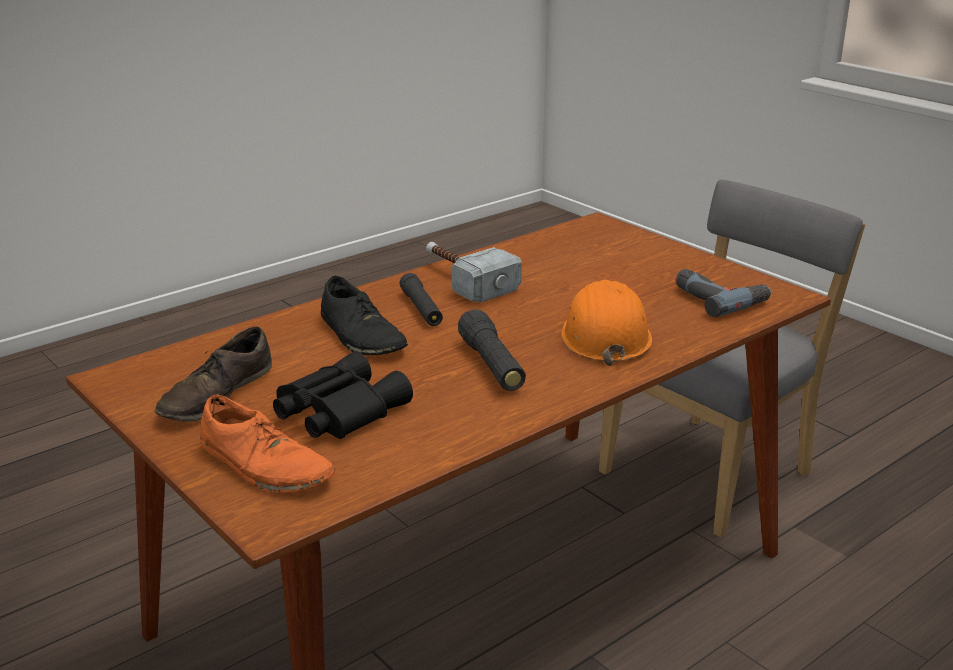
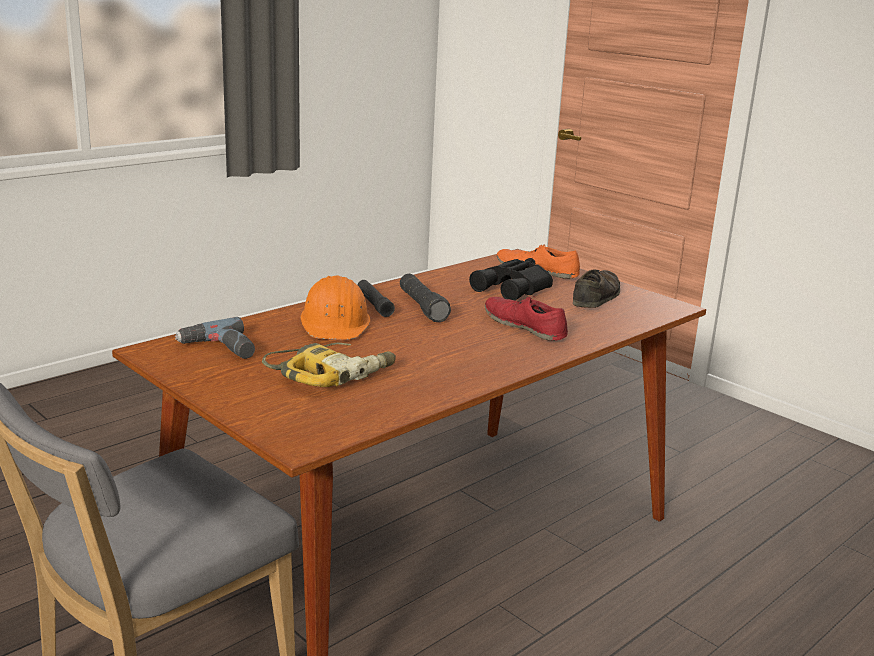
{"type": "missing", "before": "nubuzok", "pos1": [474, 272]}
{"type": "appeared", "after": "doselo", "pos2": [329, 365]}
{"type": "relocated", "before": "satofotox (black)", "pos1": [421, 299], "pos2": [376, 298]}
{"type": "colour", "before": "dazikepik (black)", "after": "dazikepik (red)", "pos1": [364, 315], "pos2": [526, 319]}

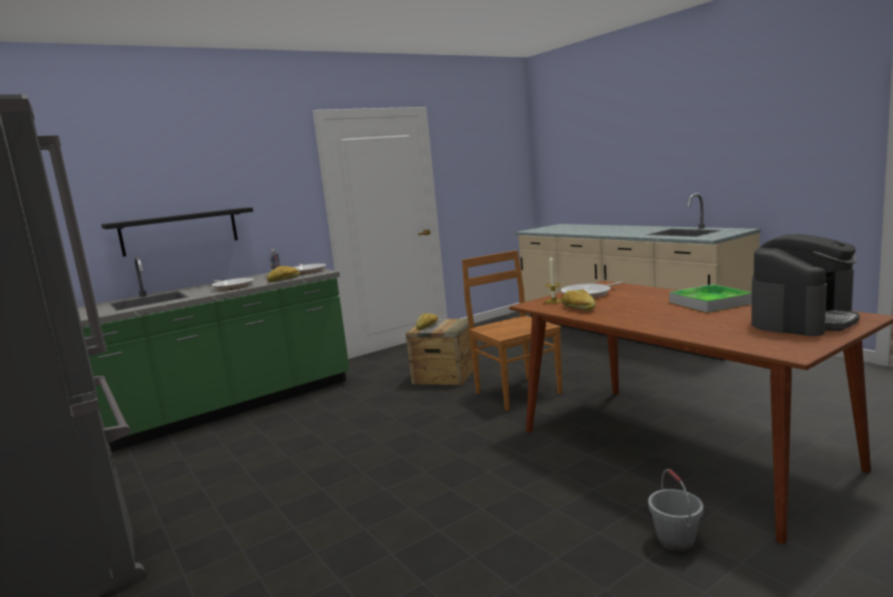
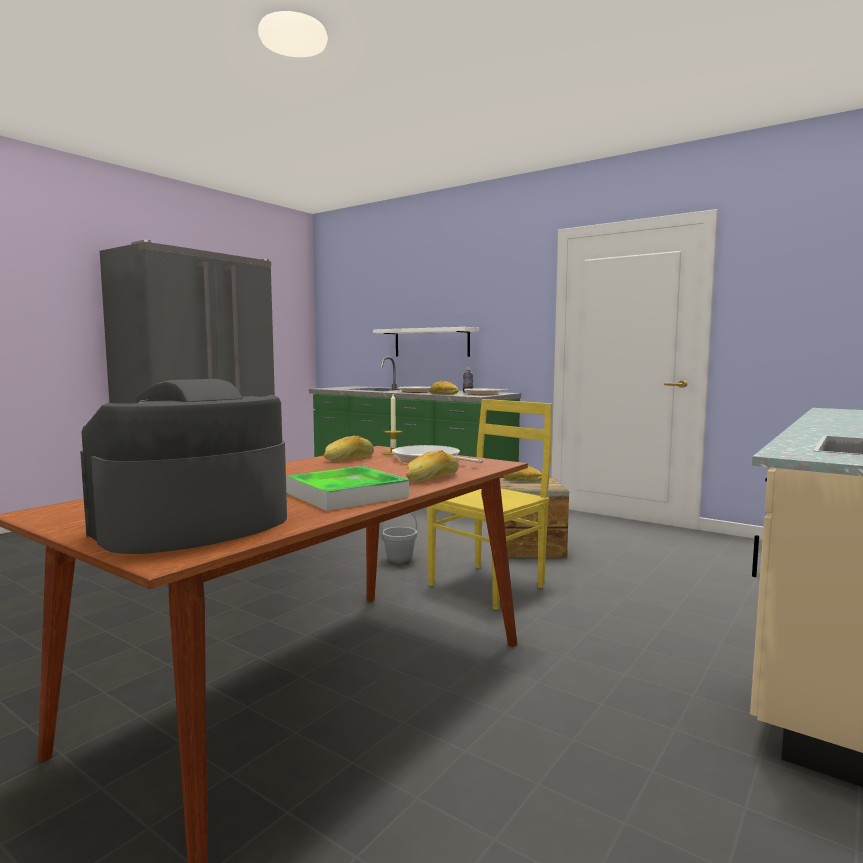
{"type": "appeared", "after": "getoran", "pos2": [432, 466]}
{"type": "relocated", "before": "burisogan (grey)", "pos1": [676, 510], "pos2": [399, 539]}
{"type": "colour", "before": "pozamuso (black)", "after": "pozamuso (white)", "pos1": [177, 232], "pos2": [426, 342]}
{"type": "colour", "before": "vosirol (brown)", "after": "vosirol (yellow)", "pos1": [512, 330], "pos2": [489, 504]}
{"type": "spun", "before": "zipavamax", "pos1": [805, 285], "pos2": [183, 466], "turn": 105}

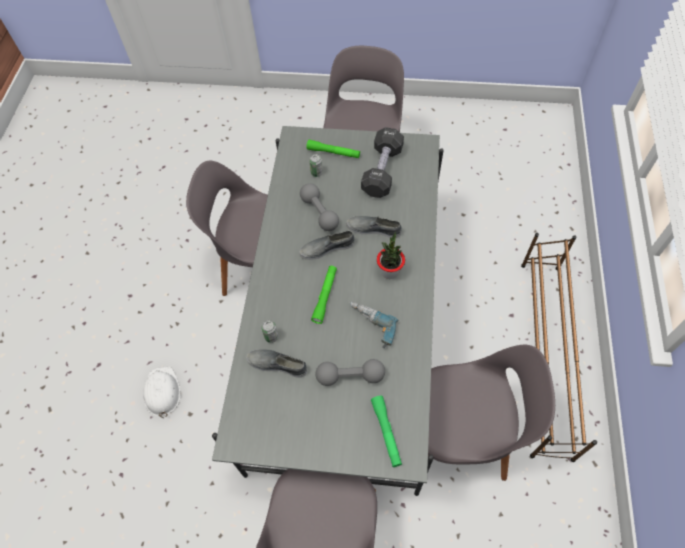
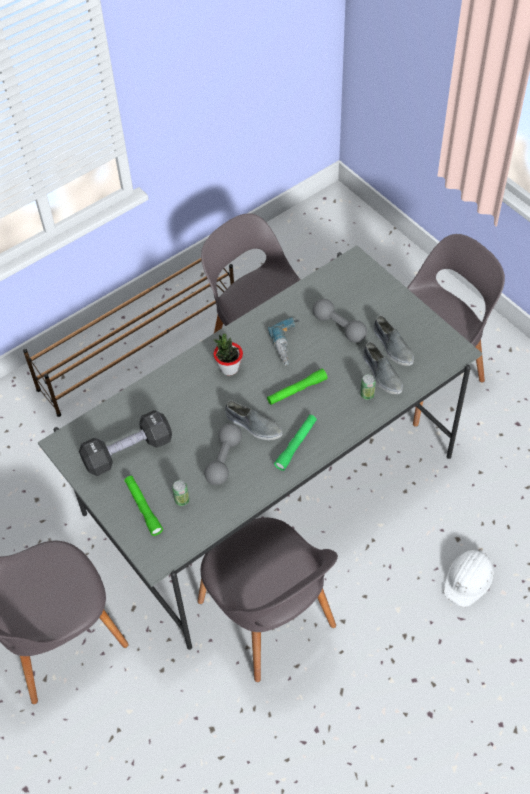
{"type": "relocated", "before": "dazikepik (grey)", "pos1": [374, 227], "pos2": [394, 340]}
{"type": "relocated", "before": "satofotox (green)", "pos1": [386, 431], "pos2": [295, 443]}

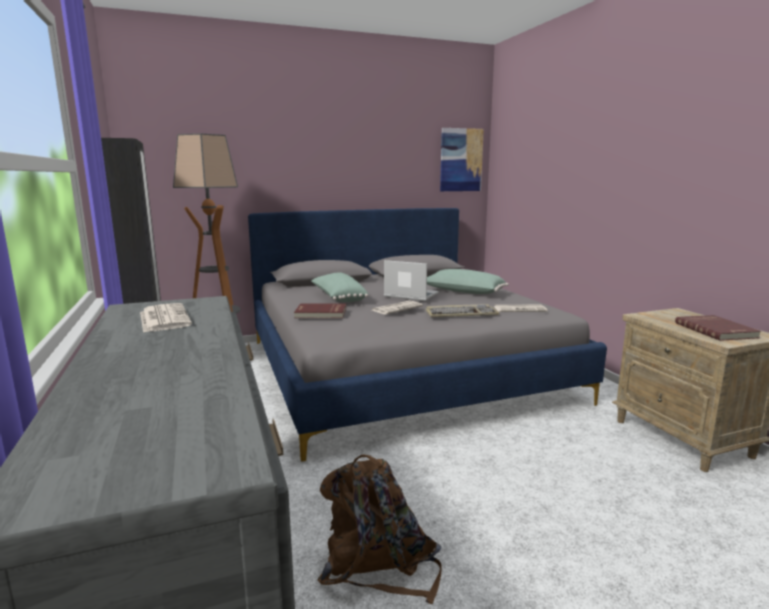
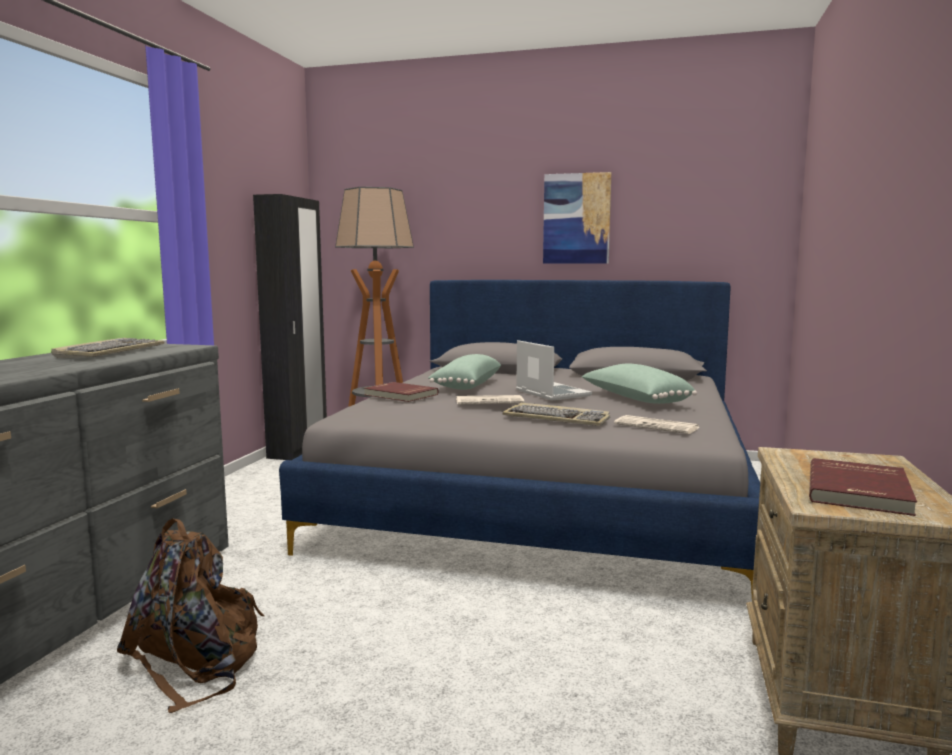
{"type": "relocated", "before": "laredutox", "pos1": [462, 159], "pos2": [577, 218]}
{"type": "exchanged", "before": "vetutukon", "after": "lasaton", "pos1": [166, 318], "pos2": [107, 348]}

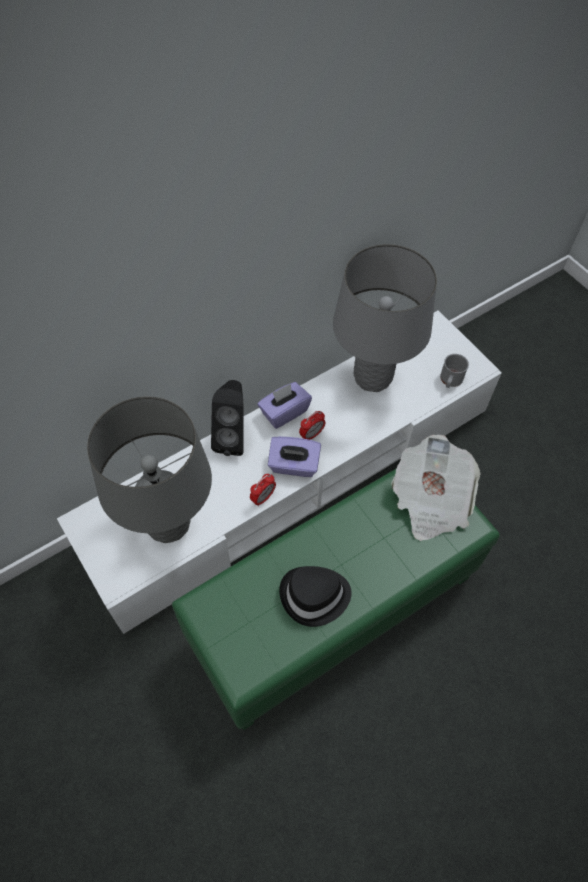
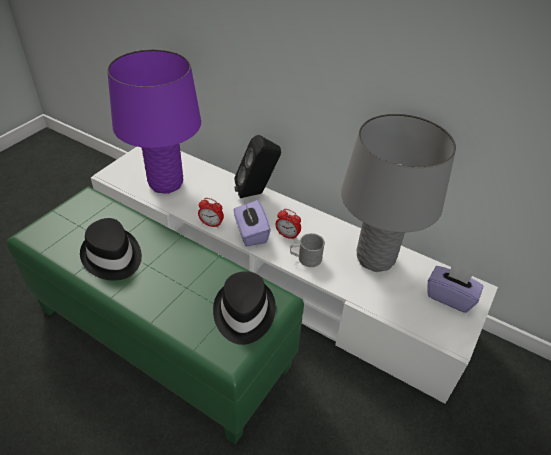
{"type": "relocated", "before": "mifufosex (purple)", "pos1": [285, 405], "pos2": [455, 288]}
{"type": "relocated", "before": "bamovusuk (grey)", "pos1": [454, 371], "pos2": [307, 250]}
{"type": "exchanged", "before": "vetutukon", "after": "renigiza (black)", "pos1": [436, 488], "pos2": [244, 308]}
{"type": "colour", "before": "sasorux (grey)", "after": "sasorux (purple)", "pos1": [149, 470], "pos2": [154, 121]}

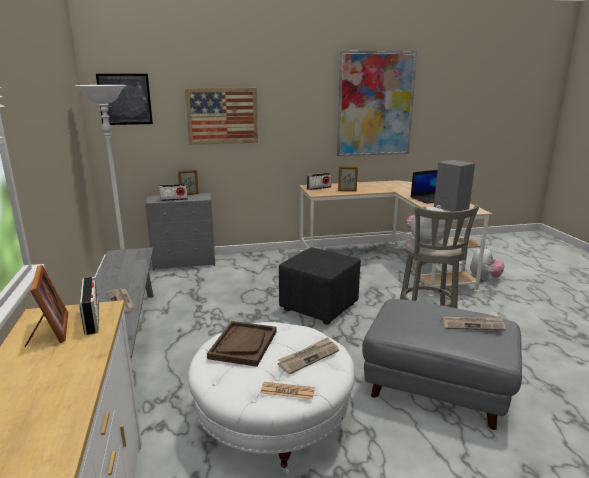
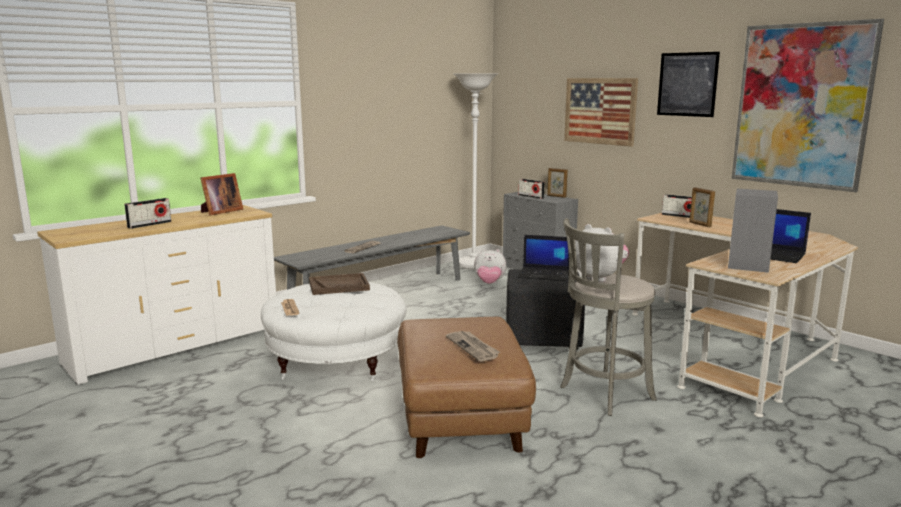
{"type": "missing", "before": "vetutukon", "pos1": [308, 355]}
{"type": "appeared", "after": "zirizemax", "pos2": [543, 258]}
{"type": "relocated", "before": "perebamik", "pos1": [89, 306], "pos2": [147, 213]}
{"type": "relocated", "before": "laredutox", "pos1": [124, 99], "pos2": [688, 84]}
{"type": "relocated", "before": "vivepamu", "pos1": [487, 262], "pos2": [490, 266]}
{"type": "colour", "before": "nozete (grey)", "after": "nozete (brown)", "pos1": [442, 364], "pos2": [466, 387]}

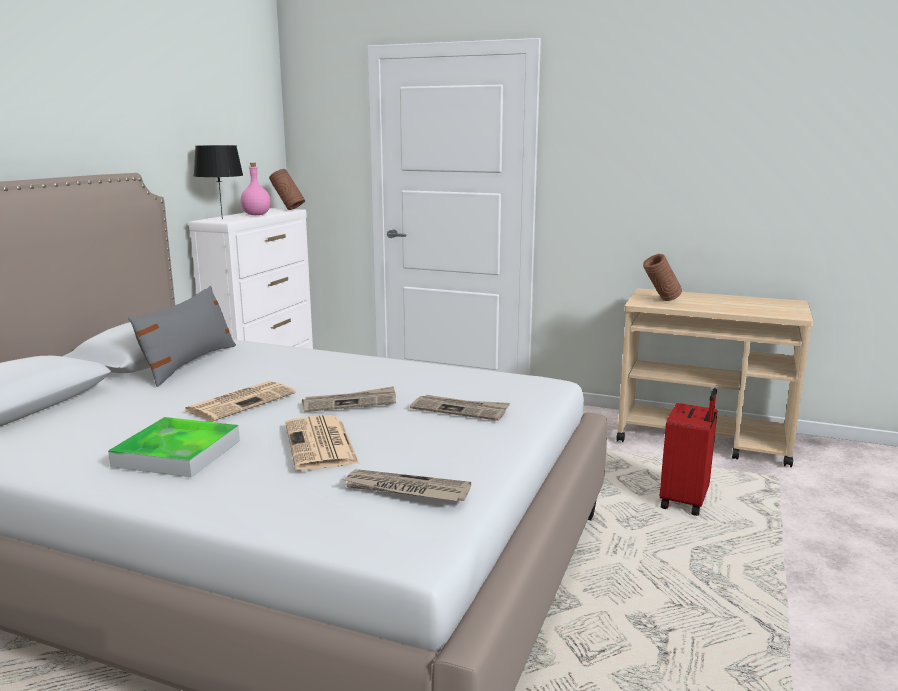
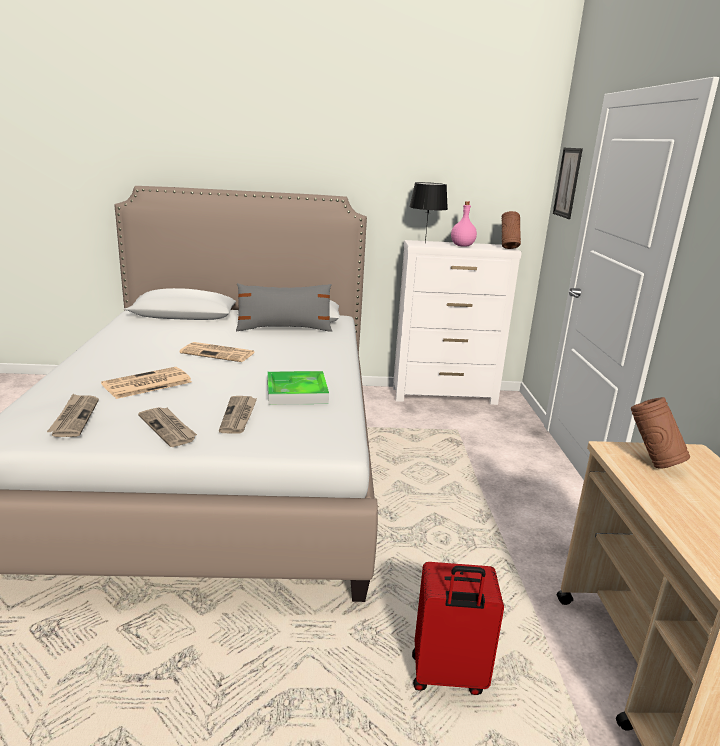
{"type": "appeared", "after": "laredutox", "pos2": [568, 183]}
{"type": "relocated", "before": "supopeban", "pos1": [174, 447], "pos2": [298, 388]}
{"type": "relocated", "before": "vetutukon", "pos1": [349, 399], "pos2": [167, 427]}

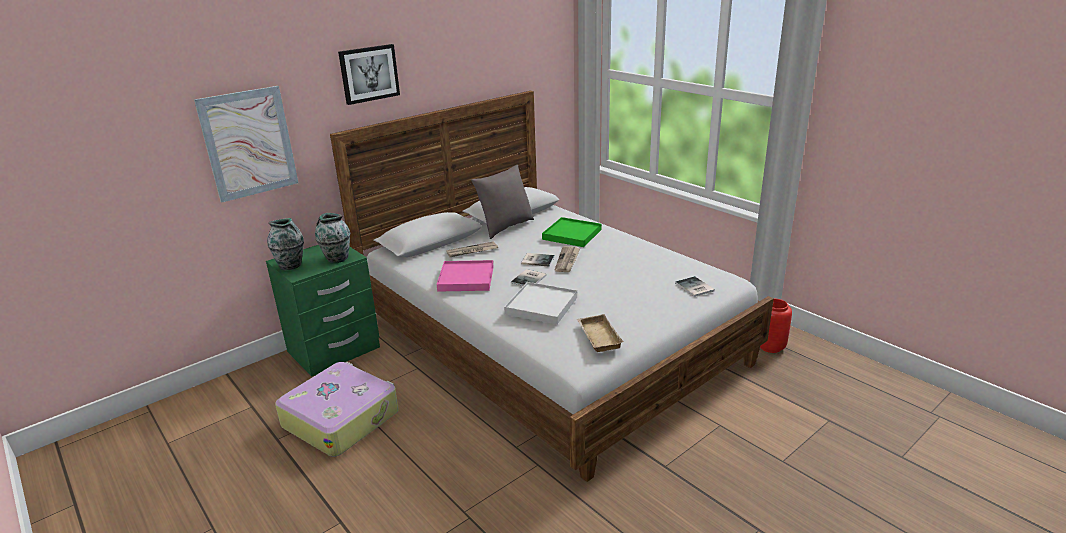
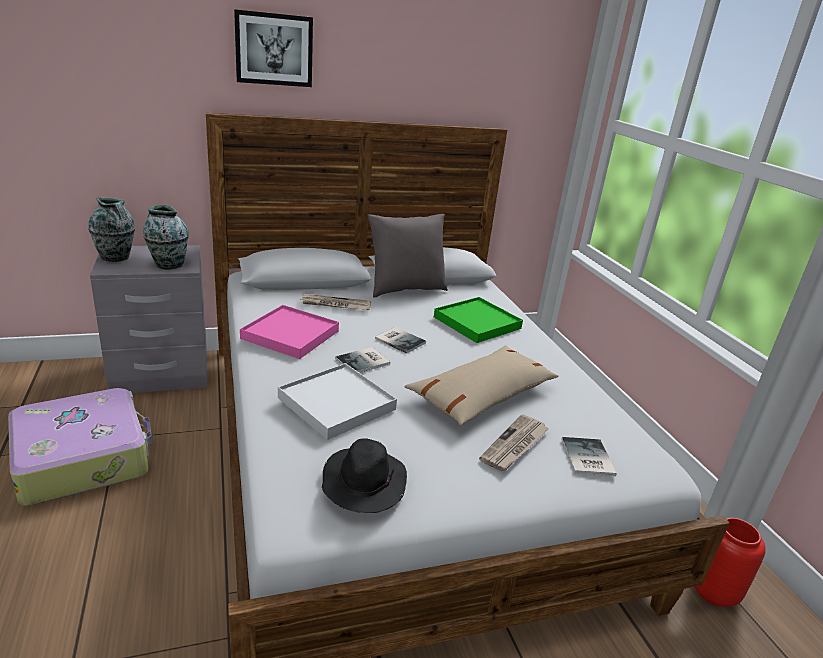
{"type": "missing", "before": "laredutox", "pos1": [246, 144]}
{"type": "appeared", "after": "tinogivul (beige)", "pos2": [481, 385]}
{"type": "relocated", "before": "vetutukon", "pos1": [567, 259], "pos2": [514, 442]}
{"type": "exchanged", "before": "supopeban (beige)", "after": "renigiza (black)", "pos1": [600, 333], "pos2": [364, 475]}
{"type": "colour", "before": "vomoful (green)", "after": "vomoful (grey)", "pos1": [323, 311], "pos2": [148, 319]}

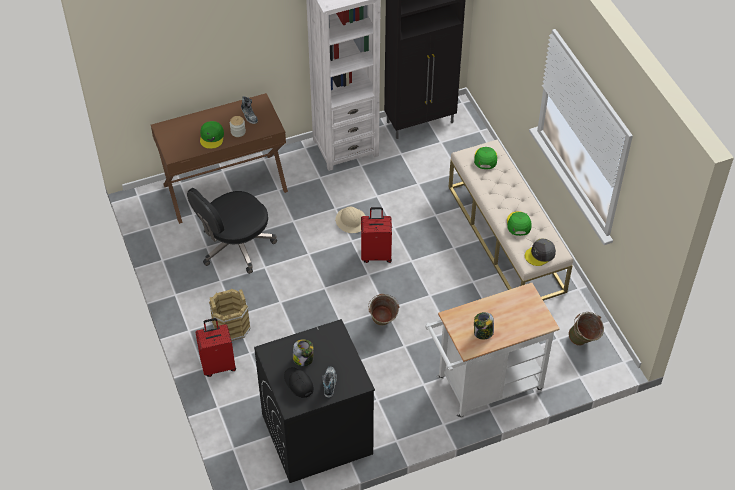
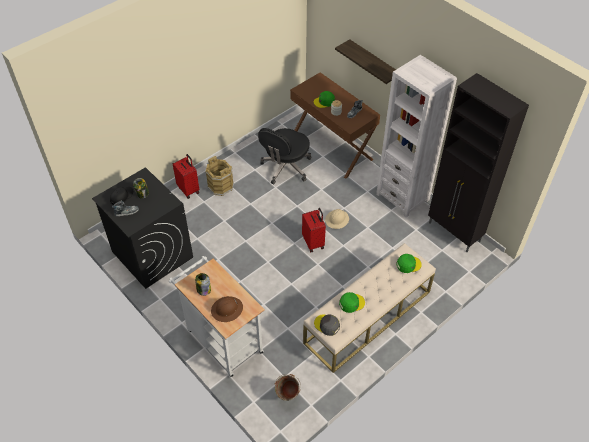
{"type": "missing", "before": "burisogan (green)", "pos1": [384, 310]}
{"type": "appeared", "after": "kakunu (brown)", "pos2": [227, 309]}
{"type": "appeared", "after": "pozamuso", "pos2": [365, 61]}
{"type": "spun", "before": "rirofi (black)", "pos1": [232, 231], "pos2": [284, 156], "turn": -90}

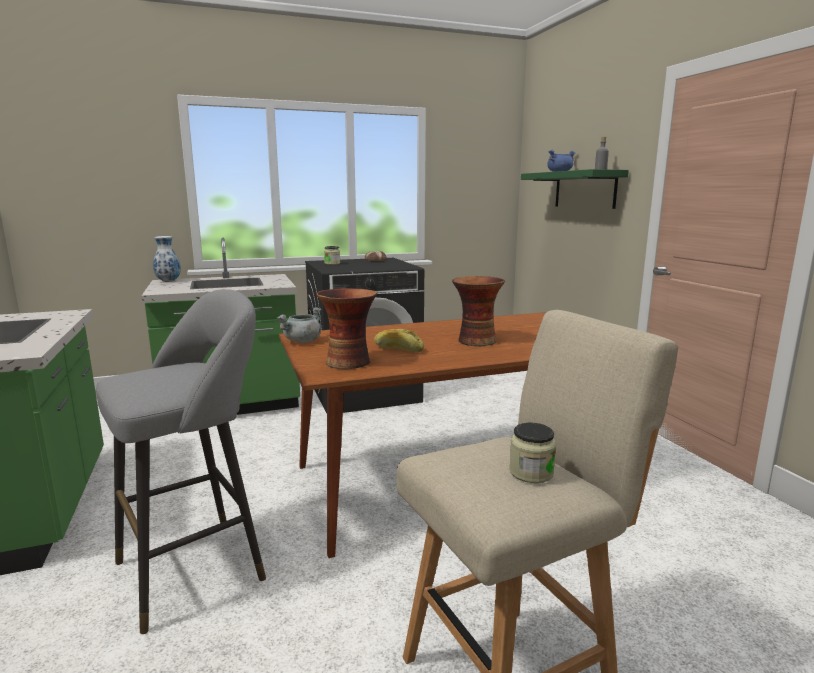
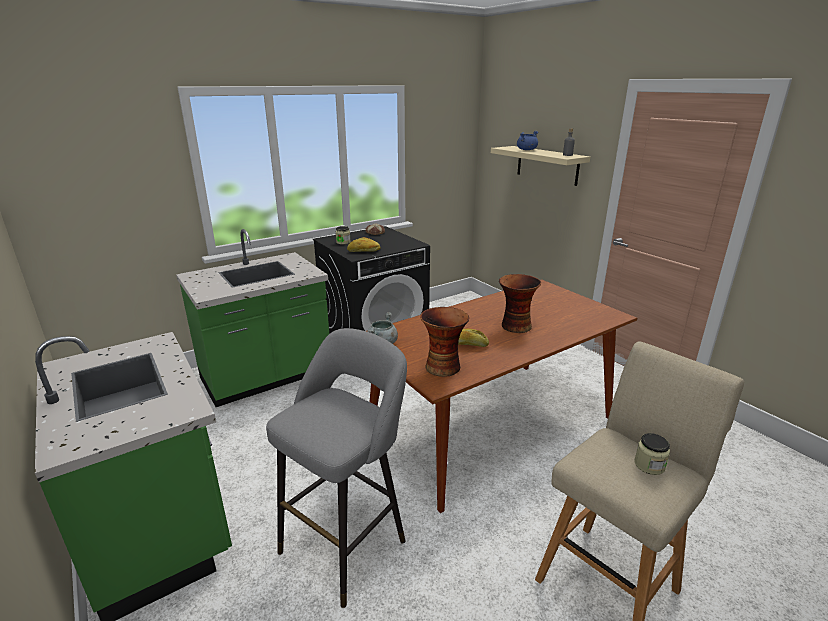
{"type": "missing", "before": "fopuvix", "pos1": [167, 259]}
{"type": "appeared", "after": "getoran", "pos2": [364, 244]}
{"type": "colour", "before": "pozamuso (green)", "after": "pozamuso (beige)", "pos1": [575, 189], "pos2": [540, 166]}

